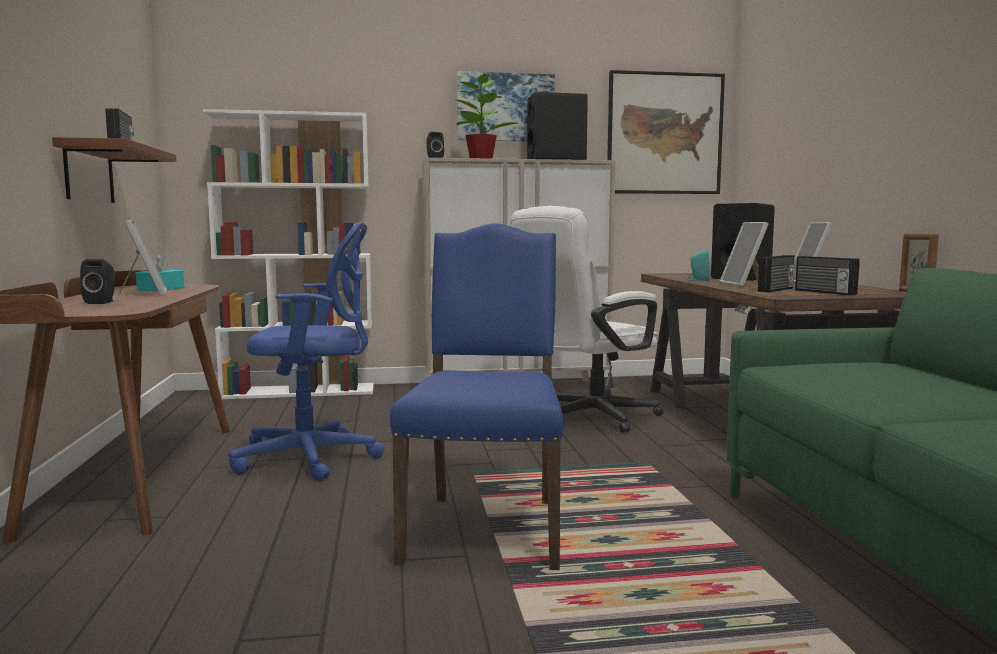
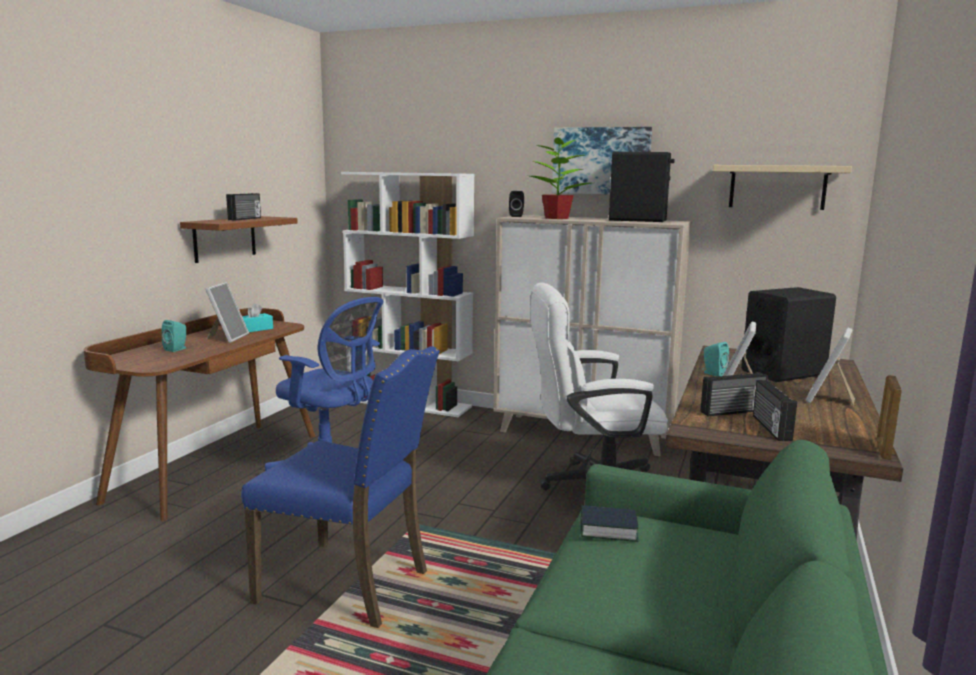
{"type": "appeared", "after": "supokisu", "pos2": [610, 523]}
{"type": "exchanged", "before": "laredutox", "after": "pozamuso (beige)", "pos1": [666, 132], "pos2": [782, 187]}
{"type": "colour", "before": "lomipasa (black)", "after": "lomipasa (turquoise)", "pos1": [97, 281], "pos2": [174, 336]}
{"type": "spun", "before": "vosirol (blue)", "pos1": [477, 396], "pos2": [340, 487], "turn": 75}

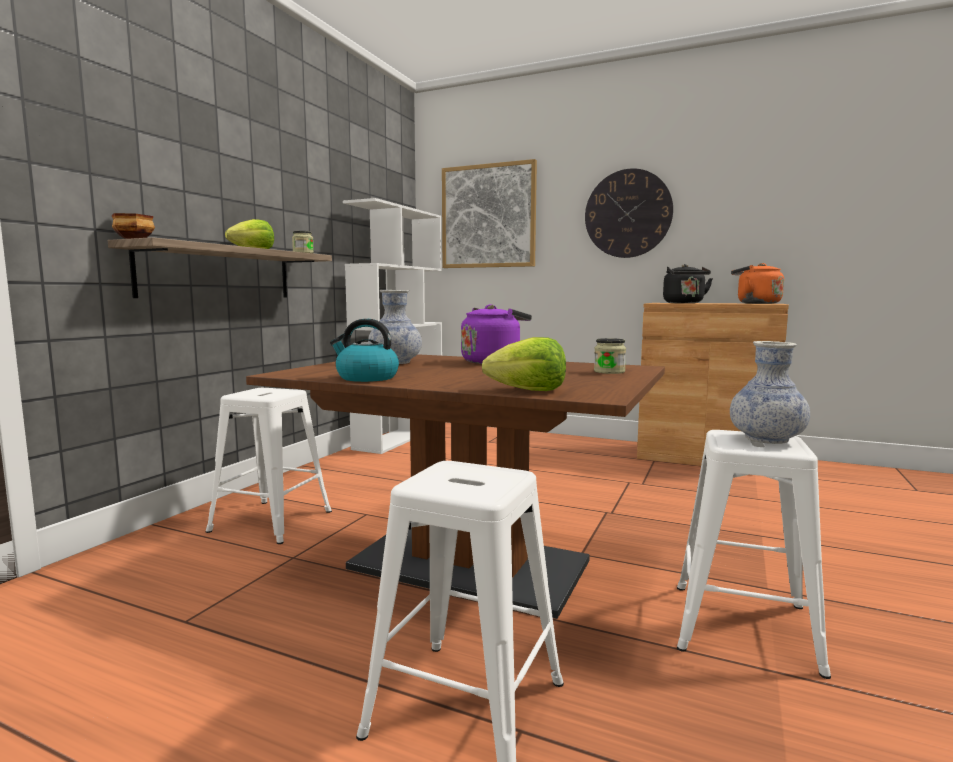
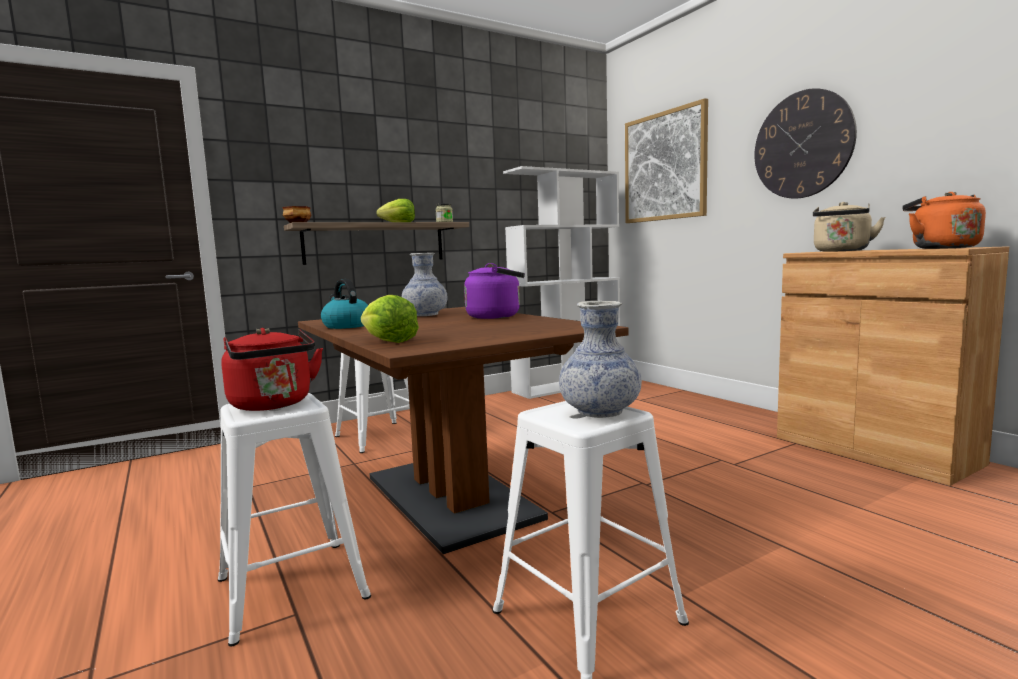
{"type": "missing", "before": "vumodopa", "pos1": [610, 356]}
{"type": "appeared", "after": "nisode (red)", "pos2": [272, 369]}
{"type": "colour", "before": "nisode (black)", "after": "nisode (beige)", "pos1": [688, 283], "pos2": [849, 227]}

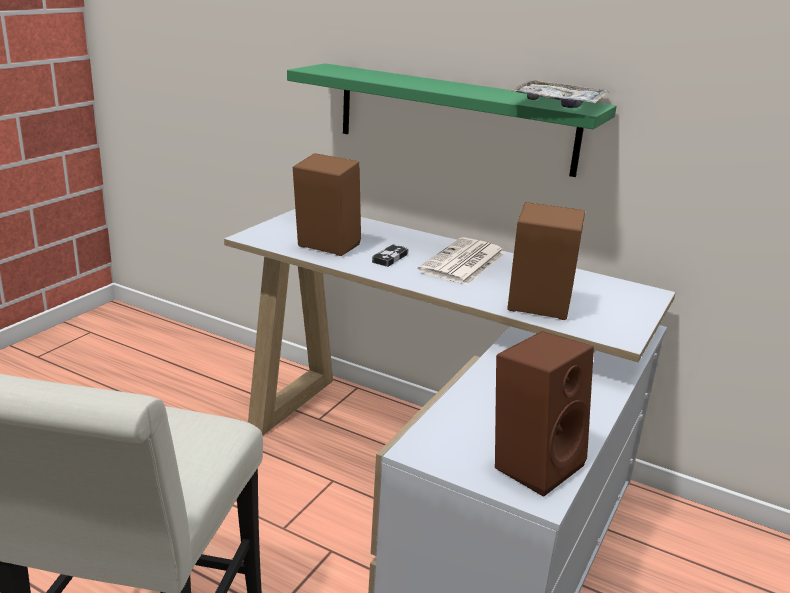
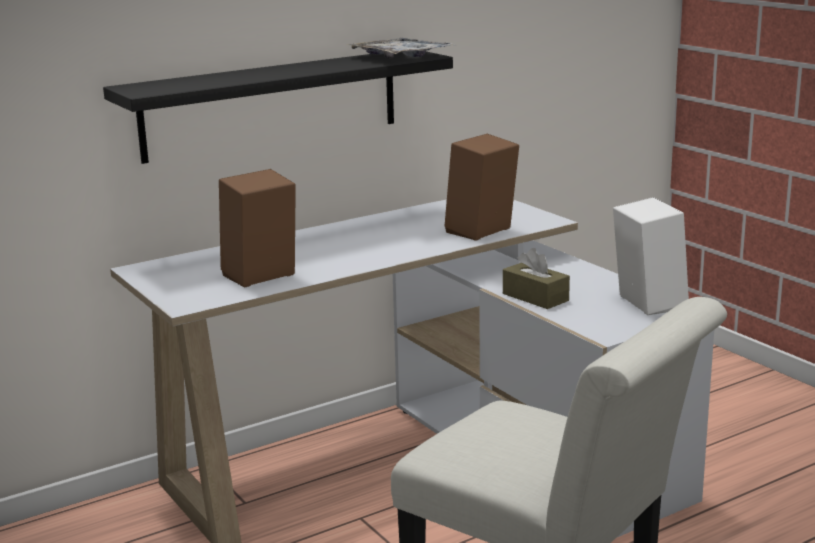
{"type": "missing", "before": "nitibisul", "pos1": [390, 255]}
{"type": "missing", "before": "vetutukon", "pos1": [461, 261]}
{"type": "appeared", "after": "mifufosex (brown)", "pos2": [536, 278]}
{"type": "colour", "before": "pozamuso (green)", "after": "pozamuso (black)", "pos1": [452, 120], "pos2": [278, 107]}
{"type": "colour", "before": "lomipasa (brown)", "after": "lomipasa (white)", "pos1": [544, 414], "pos2": [651, 256]}

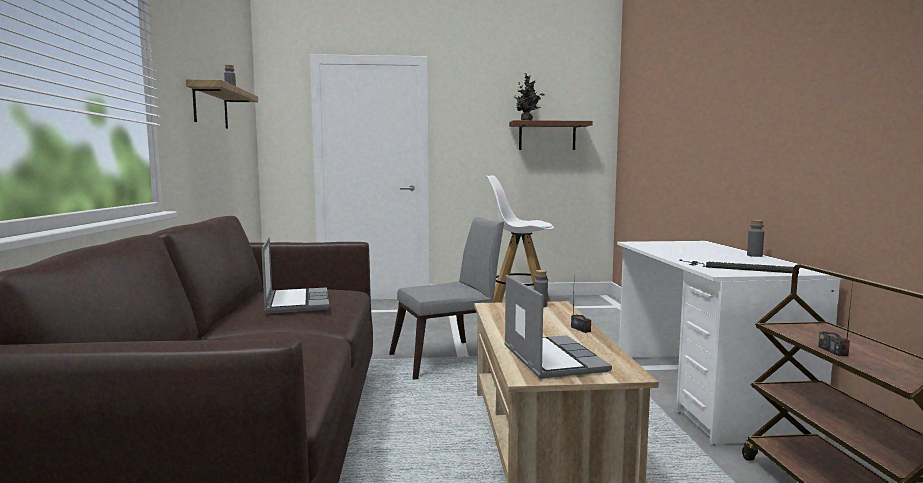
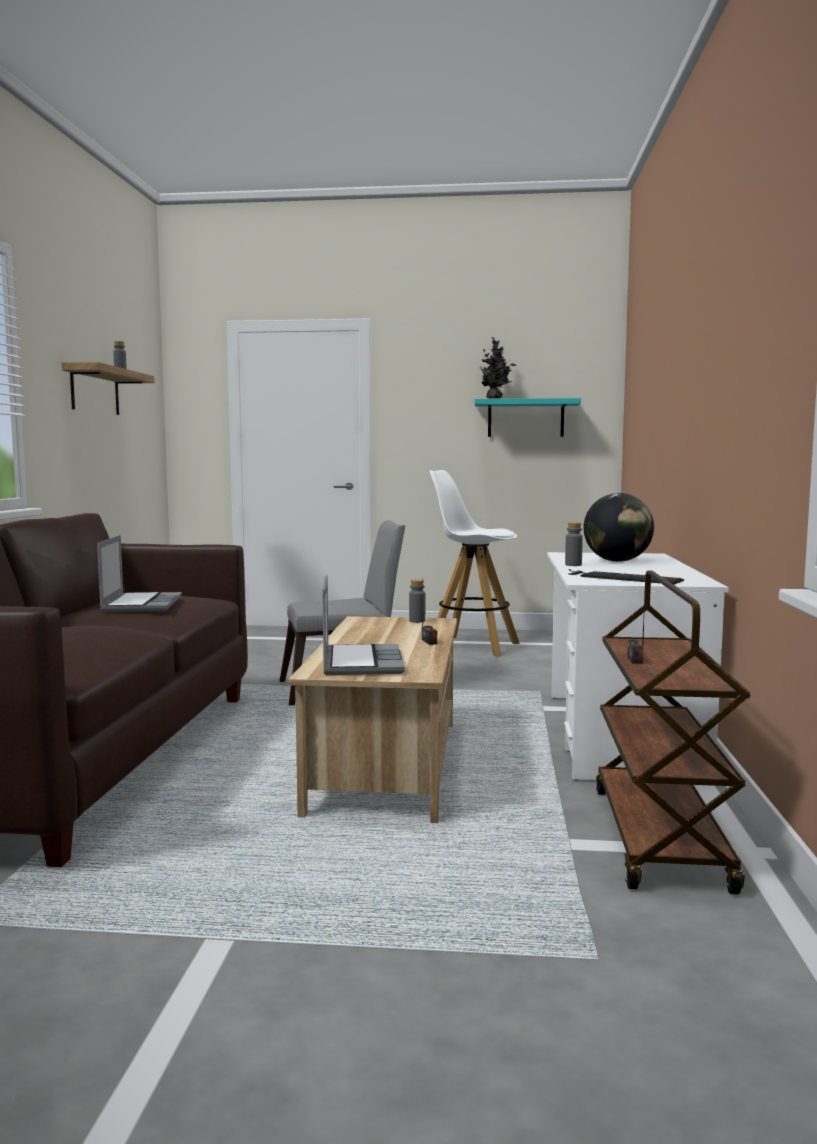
{"type": "appeared", "after": "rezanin", "pos2": [618, 527]}
{"type": "relocated", "before": "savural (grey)", "pos1": [755, 238], "pos2": [574, 544]}
{"type": "colour", "before": "pozamuso (brown)", "after": "pozamuso (turquoise)", "pos1": [551, 135], "pos2": [527, 417]}

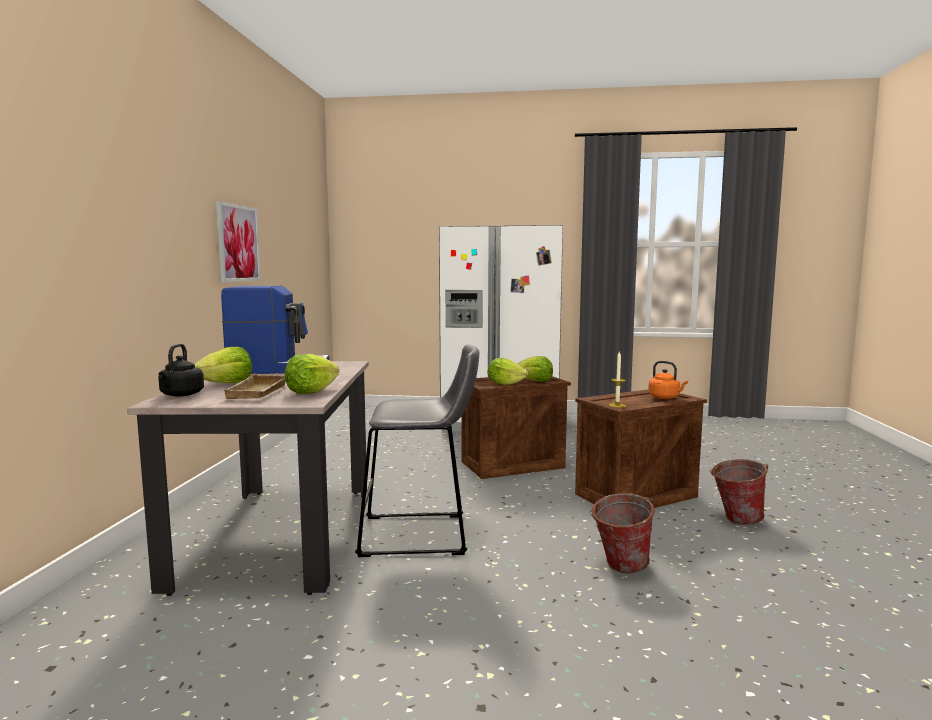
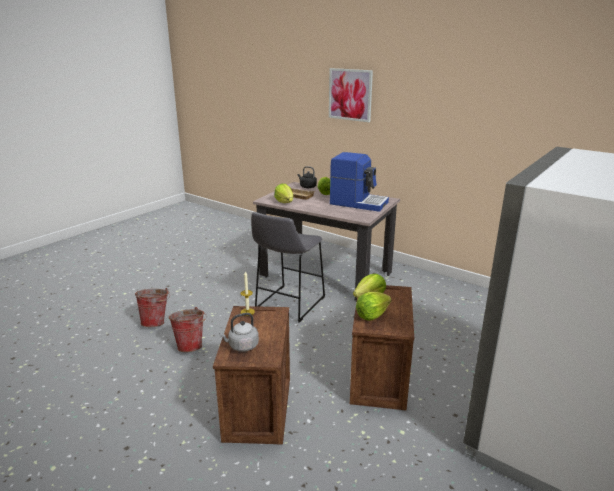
{"type": "relocated", "before": "laredutox", "pos1": [238, 241], "pos2": [351, 95]}
{"type": "relocated", "before": "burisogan", "pos1": [739, 492], "pos2": [152, 307]}
{"type": "colour", "before": "nisode (orange)", "after": "nisode (grey)", "pos1": [668, 380], "pos2": [239, 332]}
{"type": "spun", "before": "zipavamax", "pos1": [275, 330], "pos2": [359, 182], "turn": -90}

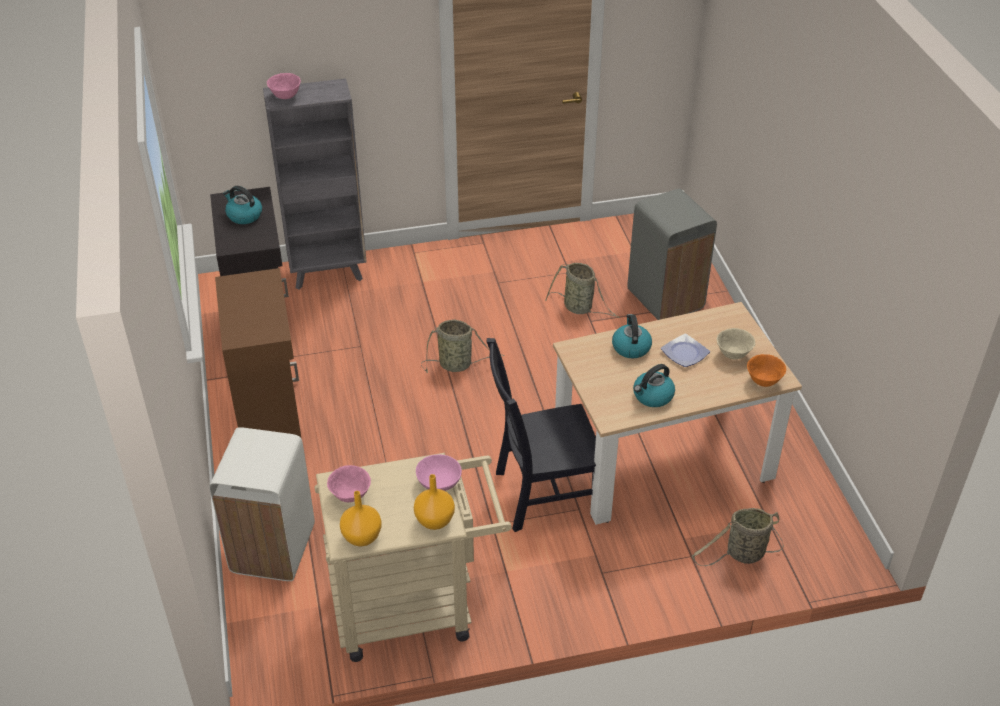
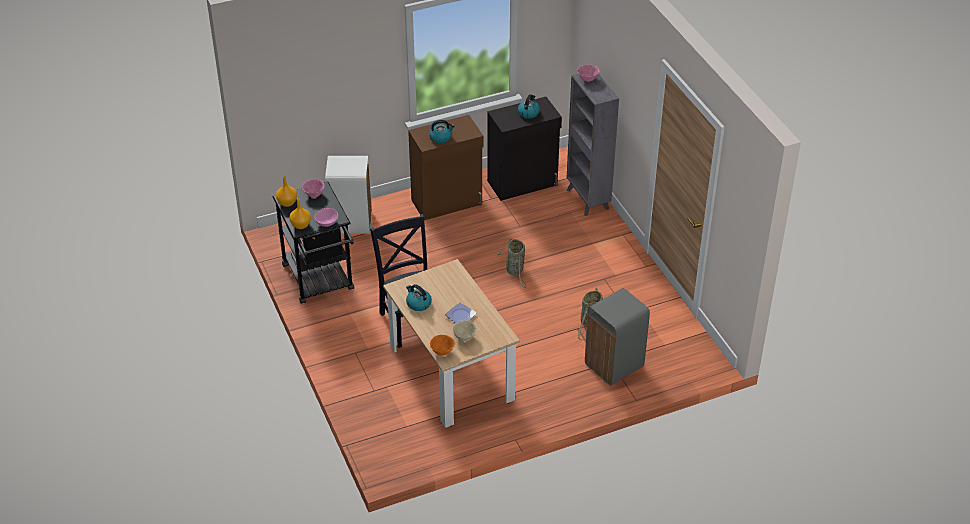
{"type": "missing", "before": "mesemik", "pos1": [738, 537]}
{"type": "relocated", "before": "nisode", "pos1": [632, 336], "pos2": [442, 131]}
{"type": "colour", "before": "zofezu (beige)", "after": "zofezu (black)", "pos1": [413, 557], "pos2": [313, 243]}

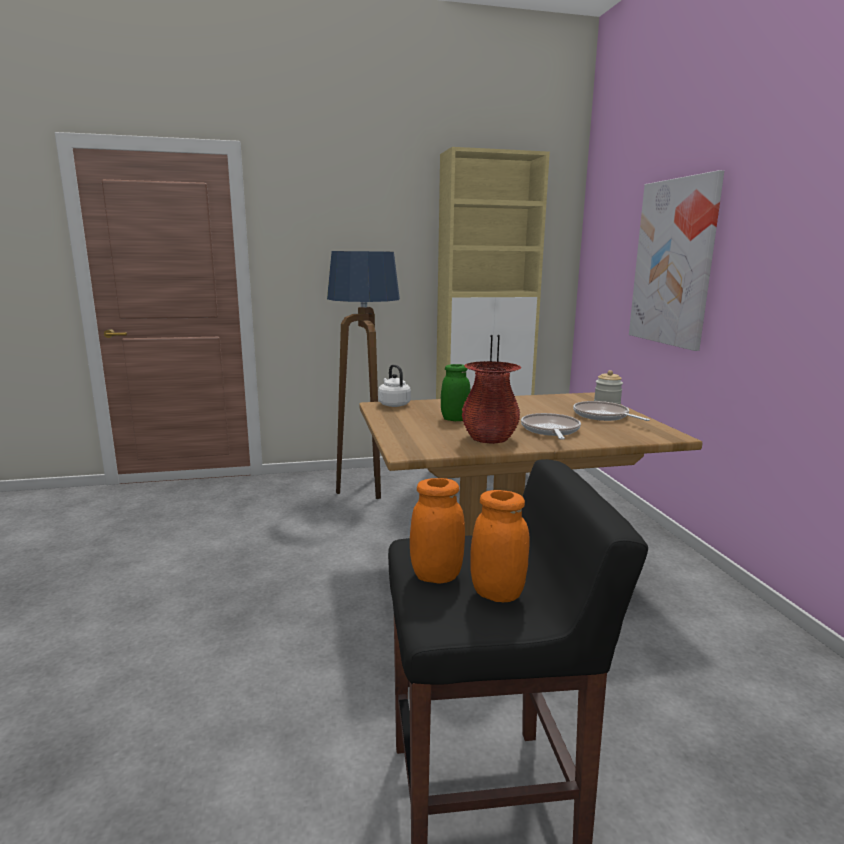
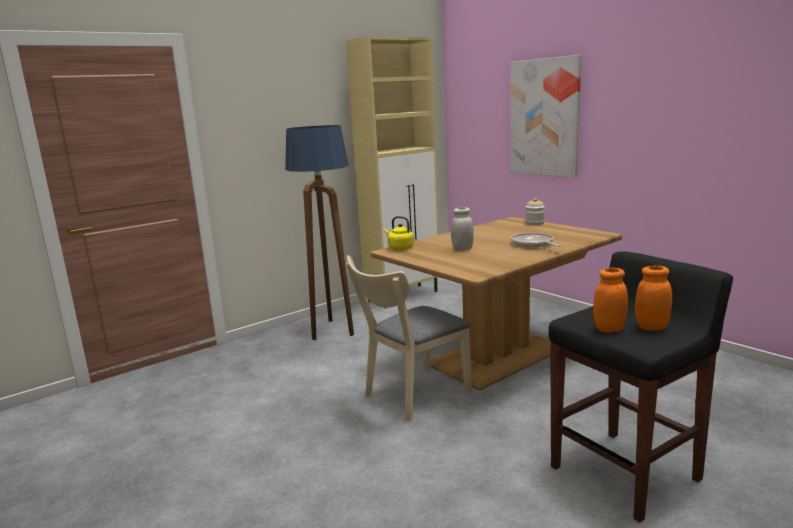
{"type": "missing", "before": "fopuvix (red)", "pos1": [492, 402]}
{"type": "missing", "before": "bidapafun", "pos1": [611, 411]}
{"type": "appeared", "after": "vosirol (beige)", "pos2": [409, 338]}
{"type": "colour", "before": "nisode (white)", "after": "nisode (yellow)", "pos1": [394, 385], "pos2": [399, 233]}
{"type": "colour", "before": "vumodopa (green)", "after": "vumodopa (white)", "pos1": [455, 392], "pos2": [462, 229]}

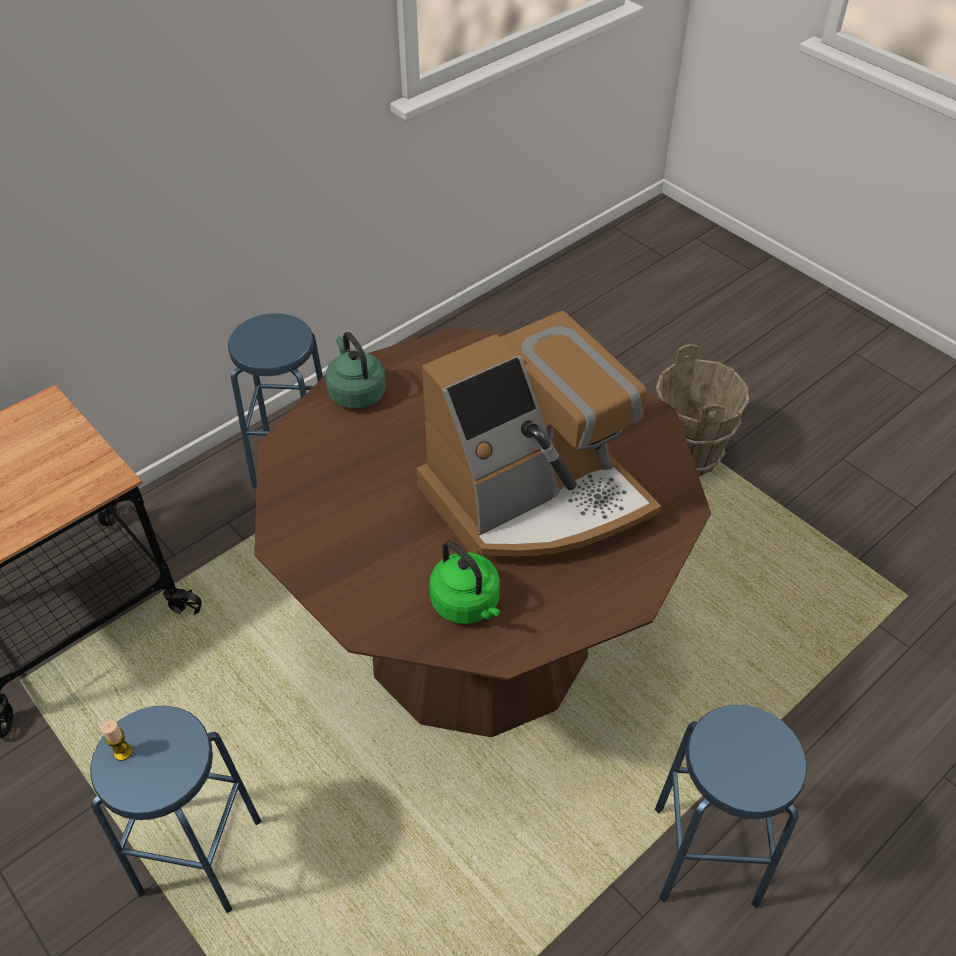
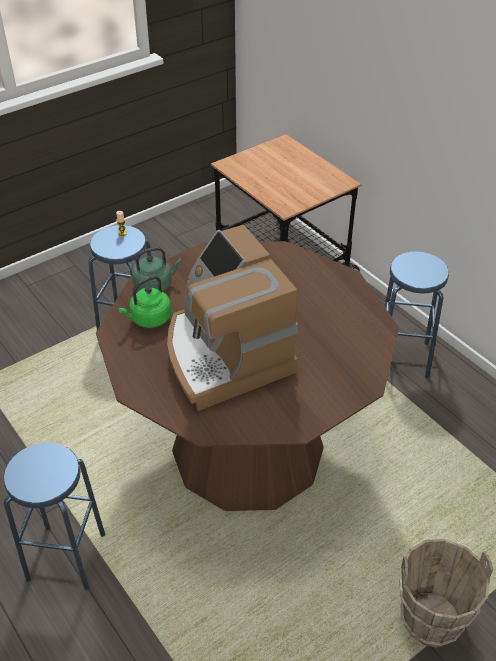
{"type": "relocated", "before": "nisode (green)", "pos1": [356, 370], "pos2": [157, 269]}

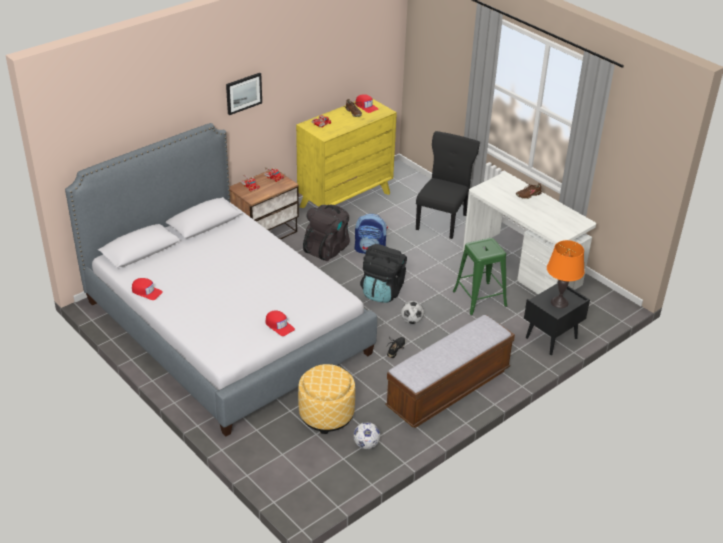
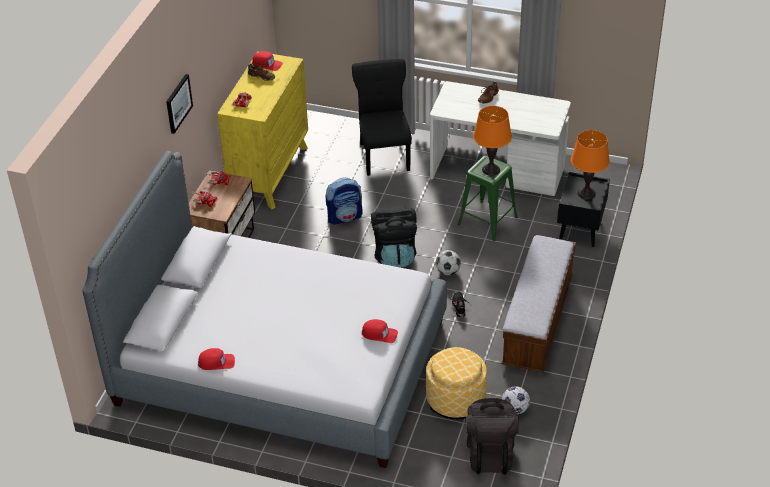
{"type": "appeared", "after": "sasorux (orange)", "pos2": [492, 141]}
{"type": "relocated", "before": "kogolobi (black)", "pos1": [326, 232], "pos2": [492, 436]}

